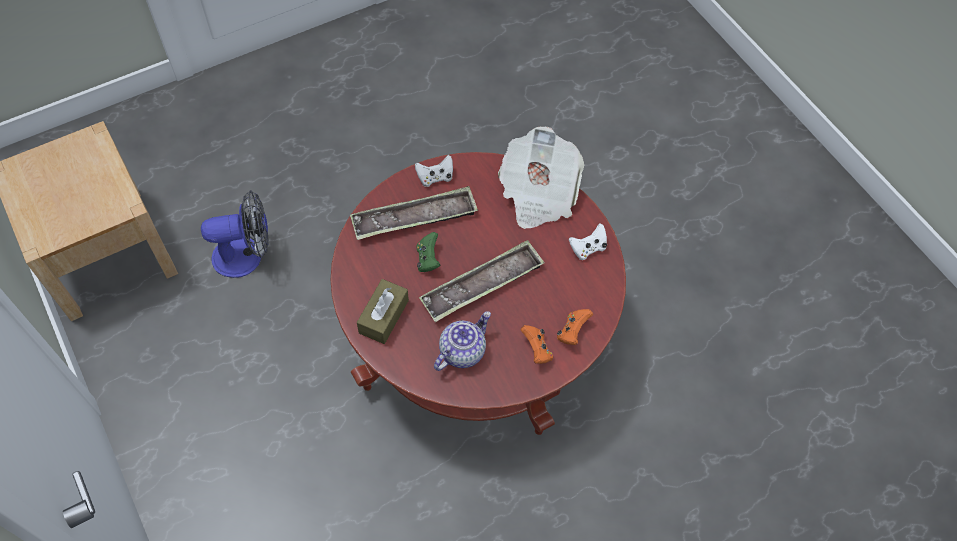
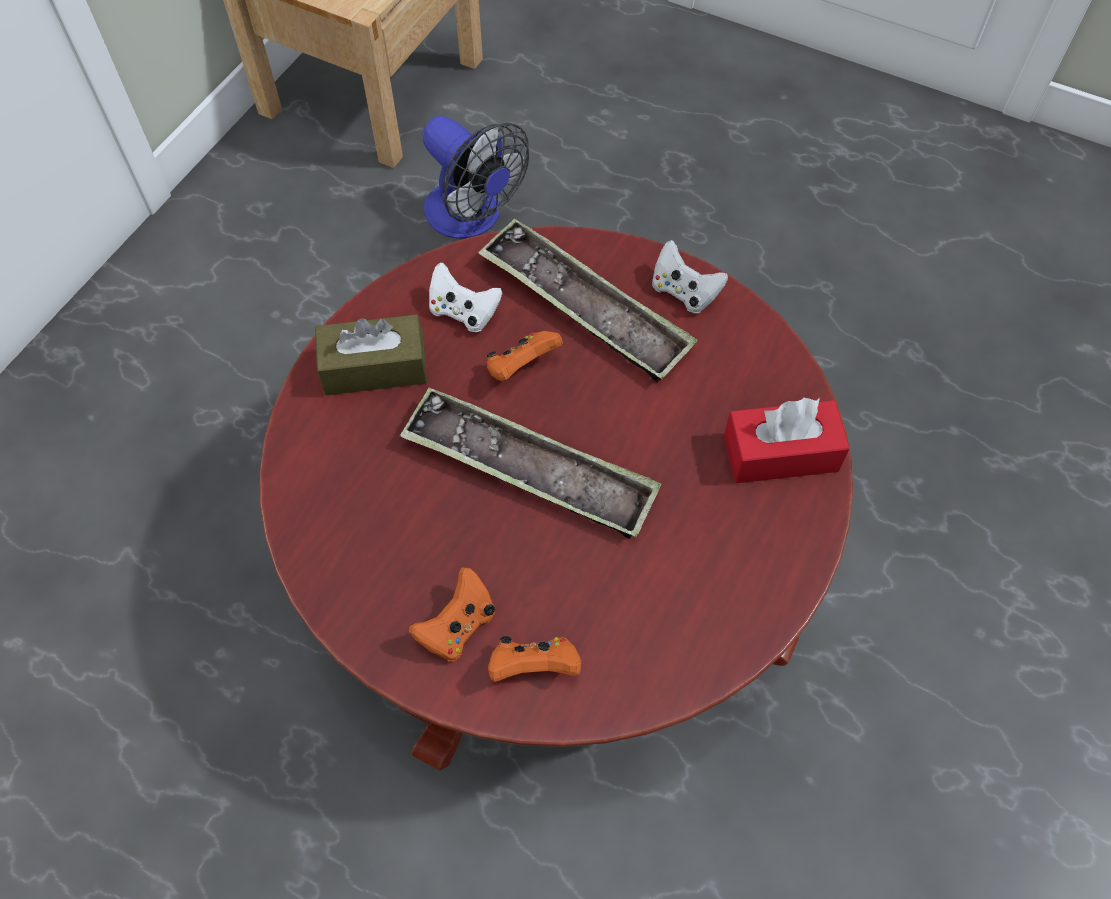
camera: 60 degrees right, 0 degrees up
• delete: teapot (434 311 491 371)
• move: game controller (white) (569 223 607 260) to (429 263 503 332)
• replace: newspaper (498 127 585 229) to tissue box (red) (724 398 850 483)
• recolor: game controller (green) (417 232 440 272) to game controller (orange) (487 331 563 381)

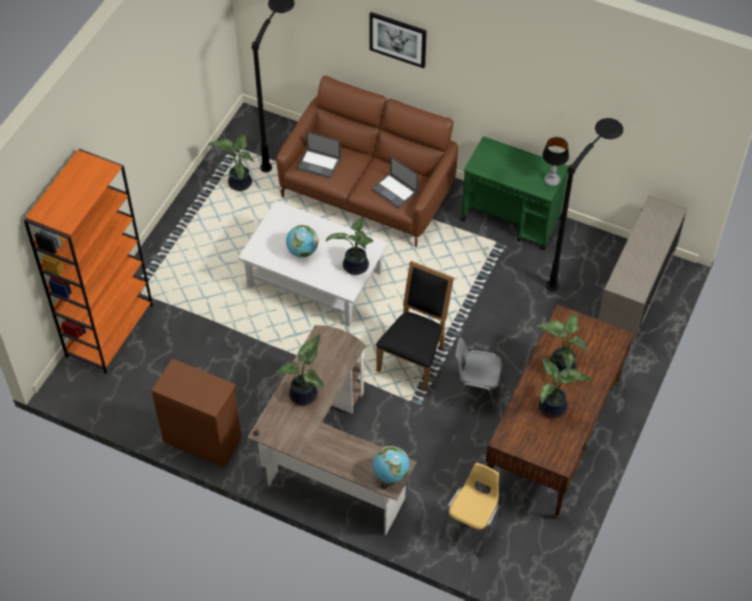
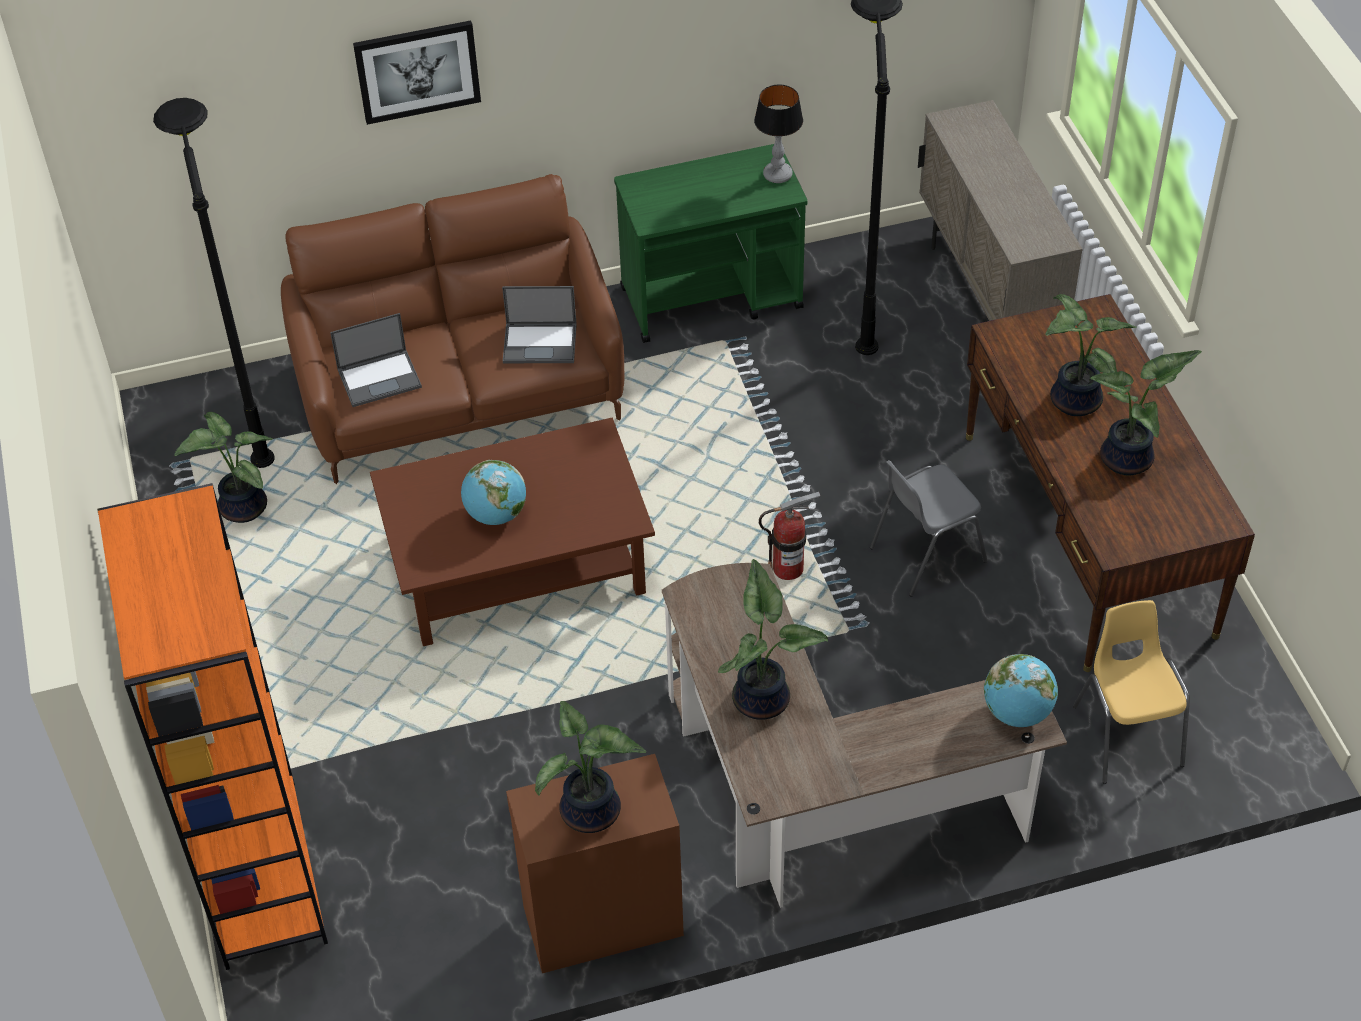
camera: 40 degrees left, 5 degrees down
• move: potted plant (326 217 373 275) to (535 701 646 833)
• replace: chair (black) (376 261 454 392) to fire extinguisher (759 492 820 580)
• recolor: coffee table (white) (238 201 388 327) to coffee table (brown) (370 418 655 646)

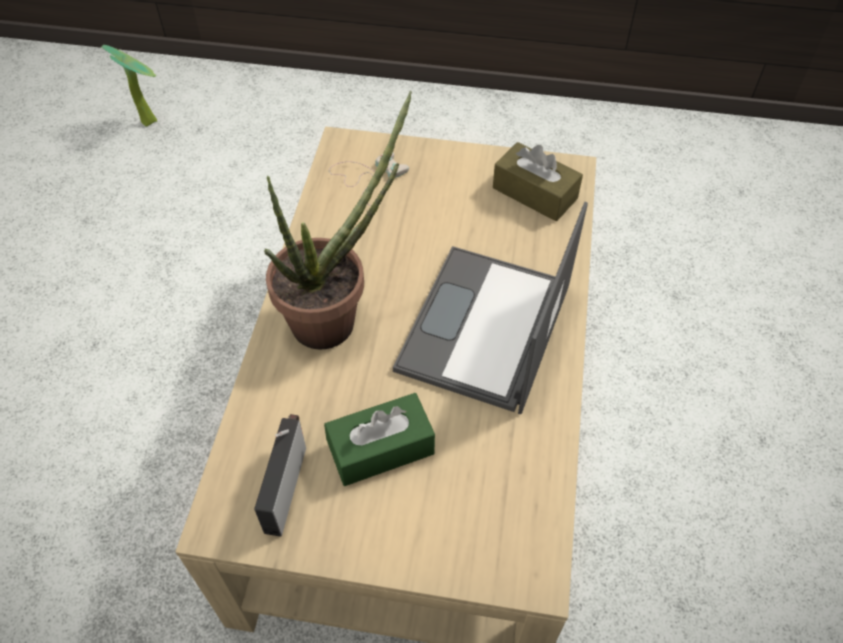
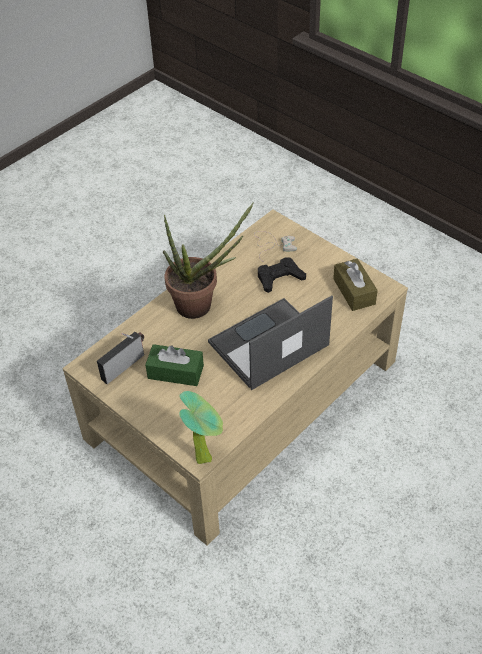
camera: 35 degrees right, 5 degrees down
• insert: game controller (black) (258 257 306 293)
• move: potted plant (101 45 157 126) to (179 391 223 464)

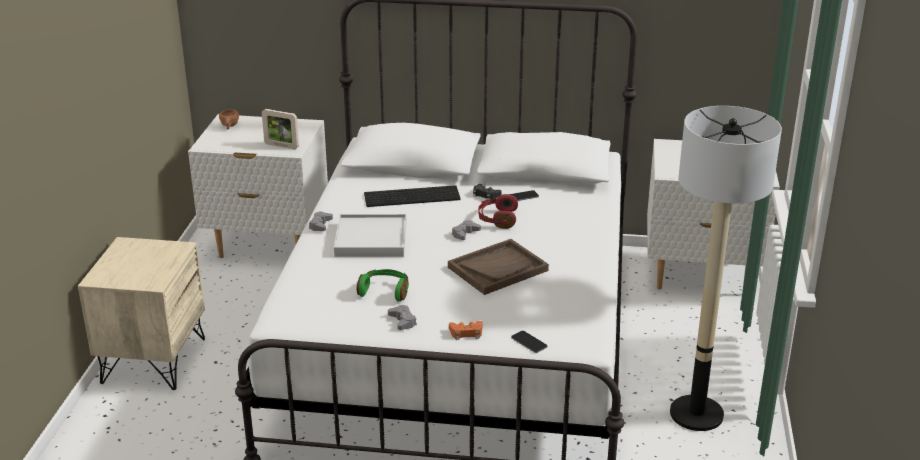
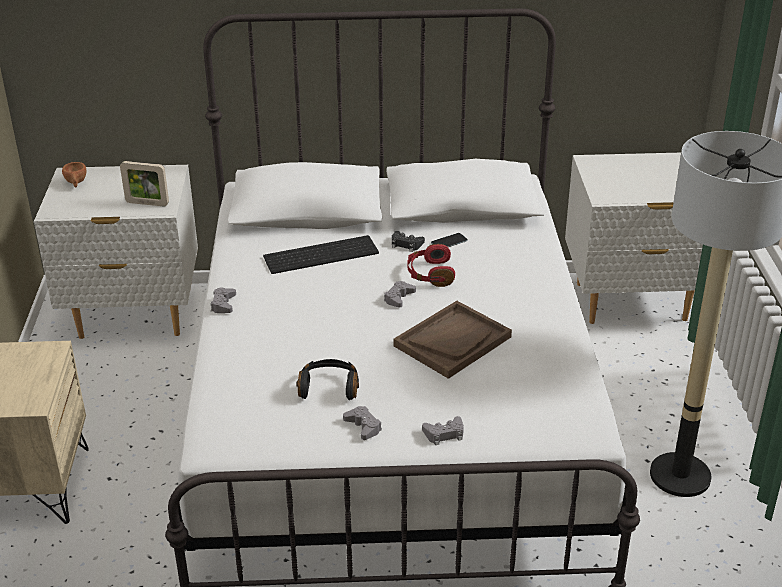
camera: 10 degrees left, 5 degrees up
• delete: tray (white) (334 214 406 257)
• delete: phone (511 331 548 353)
• recolor: headphones (green) (357 269 409 301) to headphones (black) (297 359 359 400)
• recolor: game controller (orange) (449 321 483 340) to game controller (grey) (422 416 464 445)

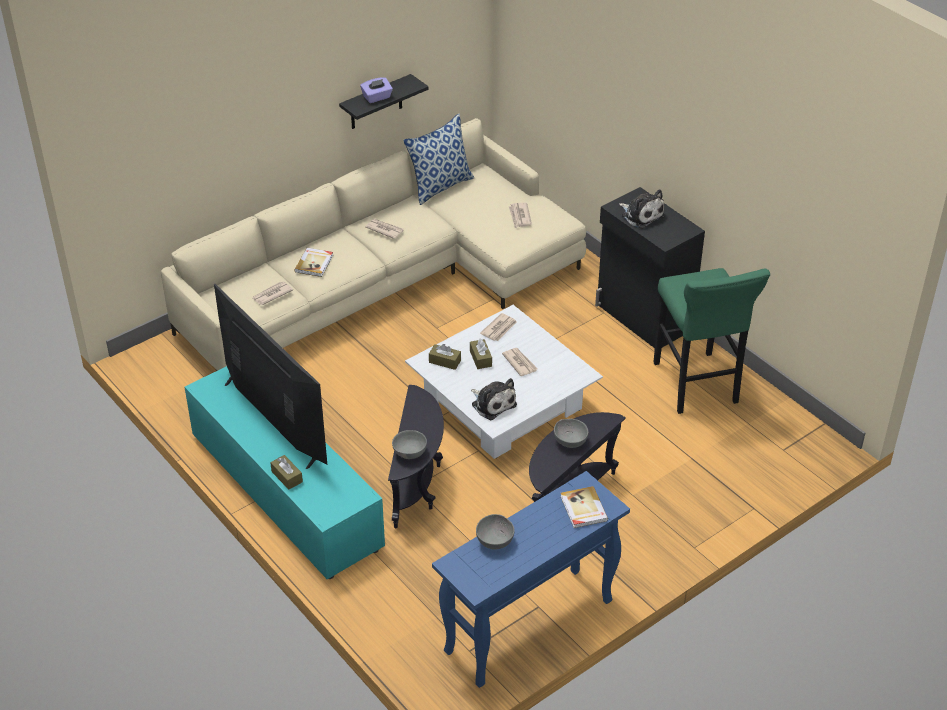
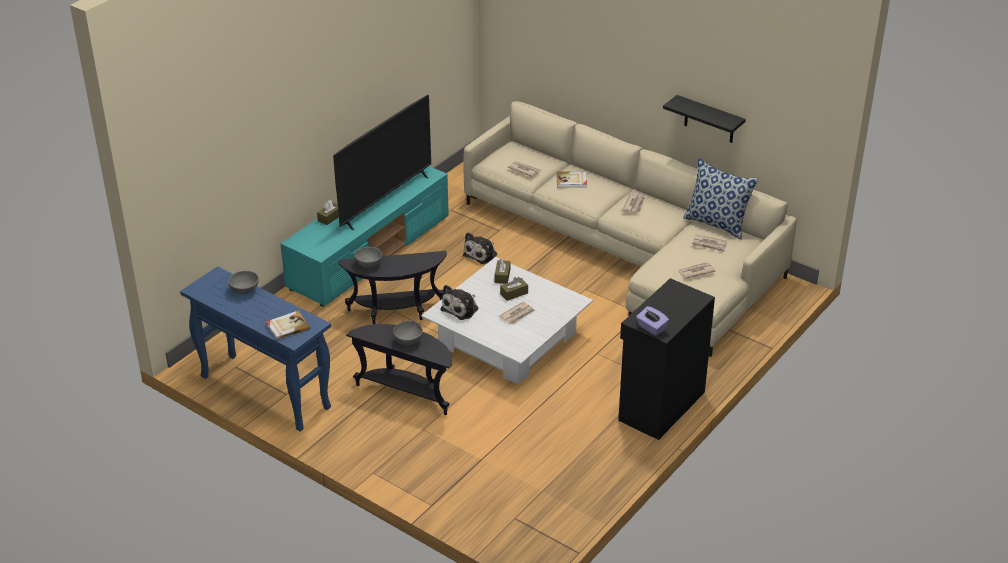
camera: 75 degrees right, 5 degrees down
• delete: stool (green) (653 268 770 414)
• move: tissue box (purple) (360 77 393 103) to (636 306 669 336)
• move: newspaper (480 313 517 341) to (692 234 727 252)
• move: plush toy (619 189 665 229) to (463 232 497 264)

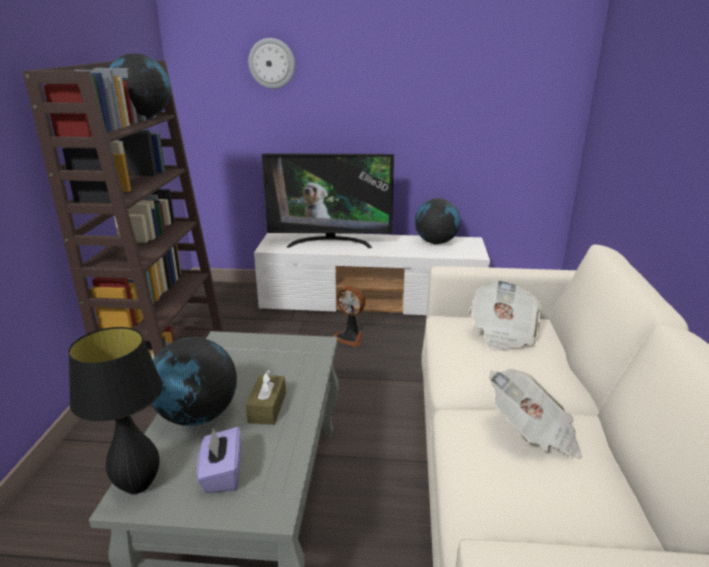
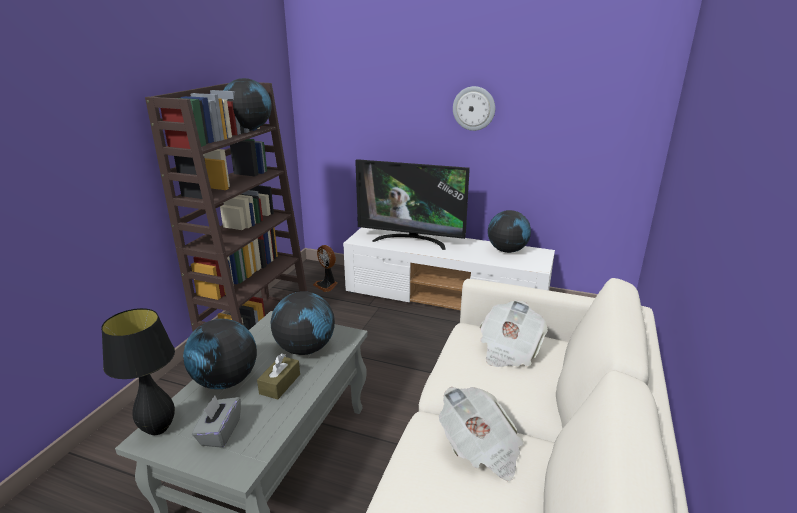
camera: 15 degrees right, 0 degrees up
• insert: globe (271 291 335 355)
• move: wall clock (248 38 295 89) to (453 86 495 131)
• move: fan (333 286 365 347) to (313 245 338 292)
• recolor: tissue box (purple) (197 427 241 493) to tissue box (grey) (192 396 241 448)

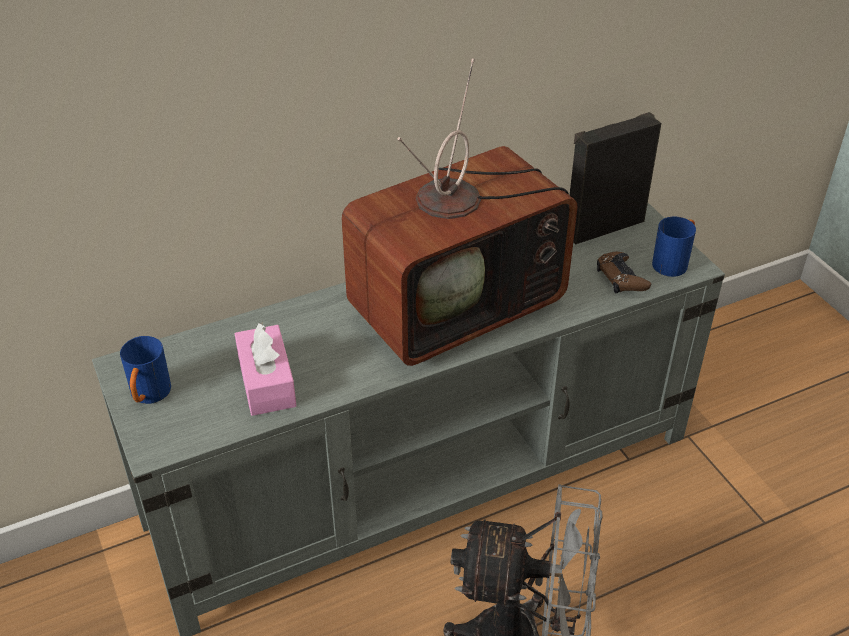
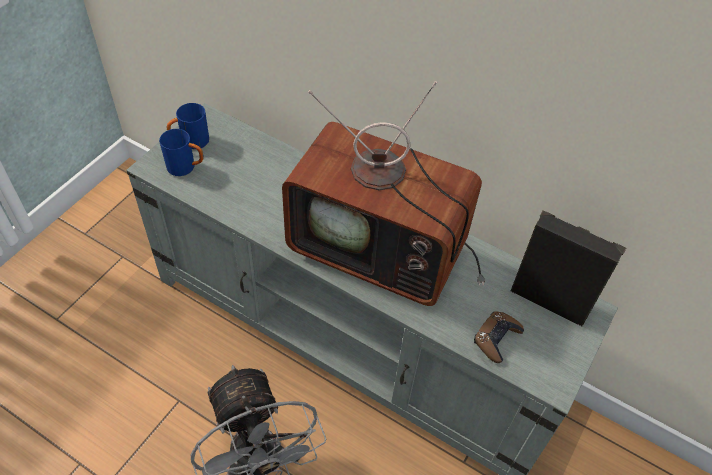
camera: 55 degrees right, 10 degrees up
• delete: tissue box (pink) (235 322 297 416)
• move: mug (blue) (652 216 696 277) to (159 129 204 176)

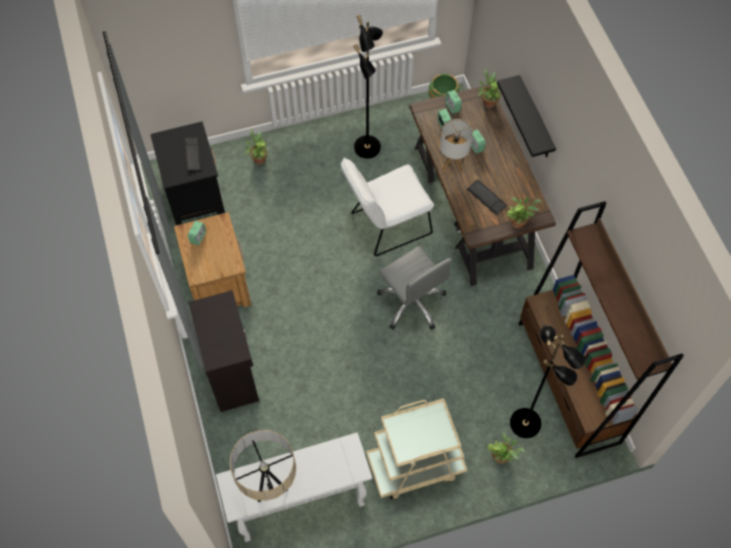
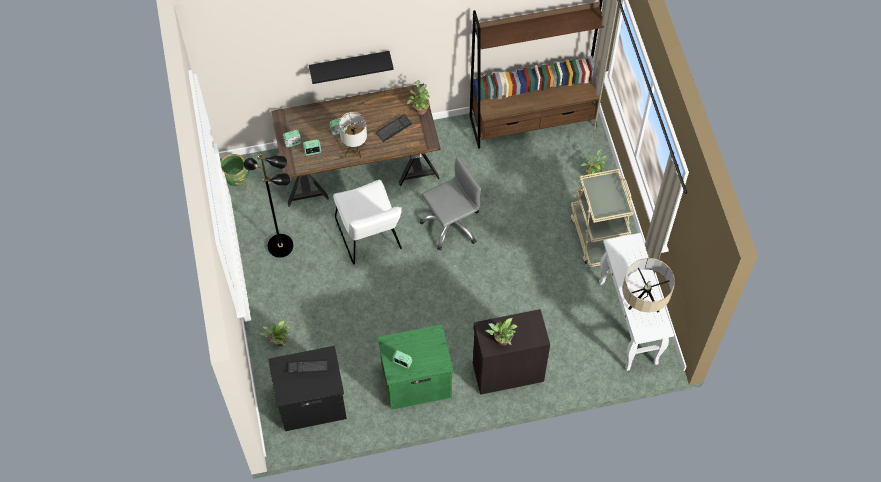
camera: 85 degrees left, 0 degrees up
• delete: floor lamp (black) (510 326 586 438)
• move: potted plant (478 69 501 108) to (486 318 518 346)
• recolor: nightstand (brown) (174 212 251 308) to nightstand (green) (377 324 454 410)

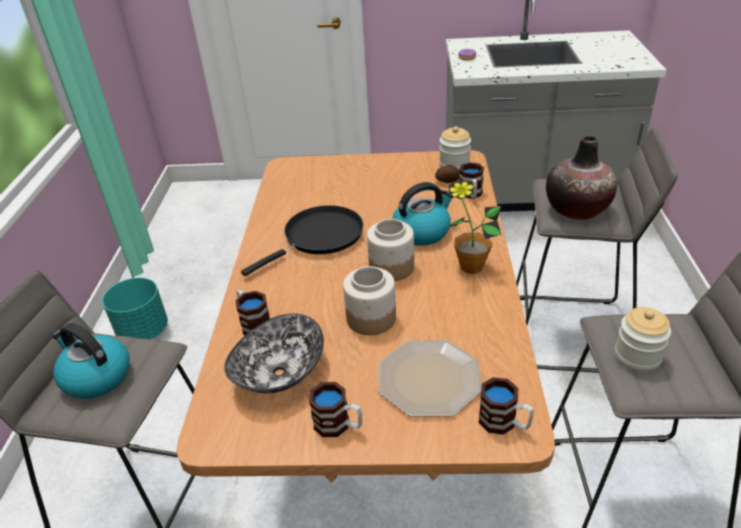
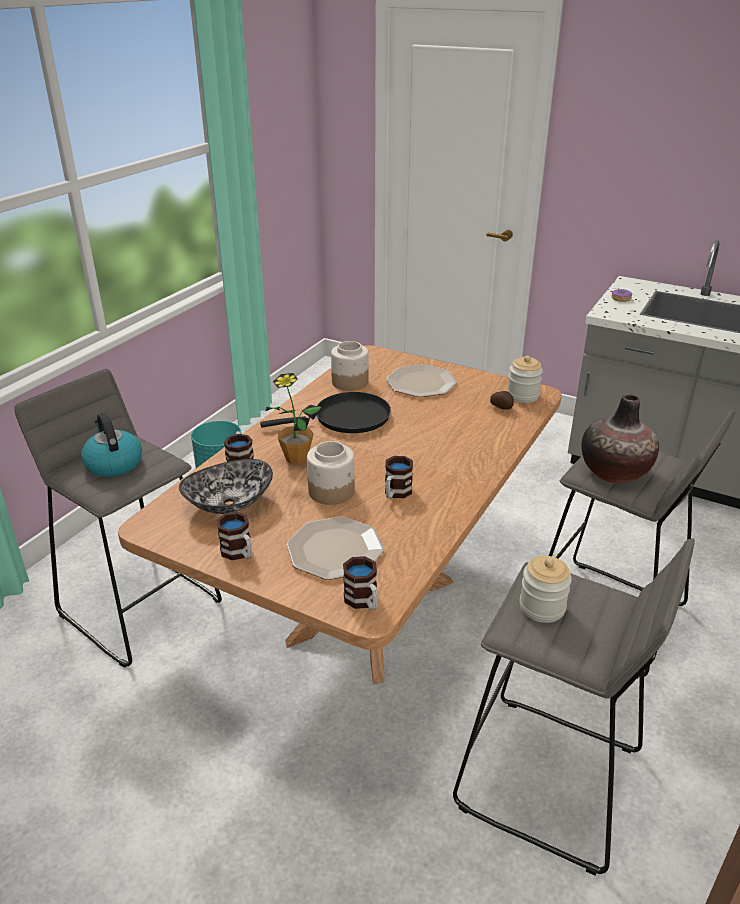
camera: 25 degrees right, 5 degrees down
• delete: kettle (392 182 454 246)
• insert: plate (386 364 457 397)
• move: jar (367 219 414 281) to (331 341 369 391)
• move: potted plant (449 180 501 274) to (266 373 322 465)
• move: mug (459 162 484 199) to (385 456 413 498)

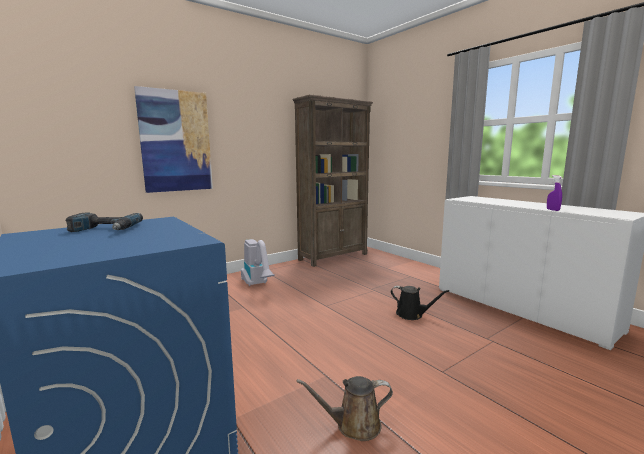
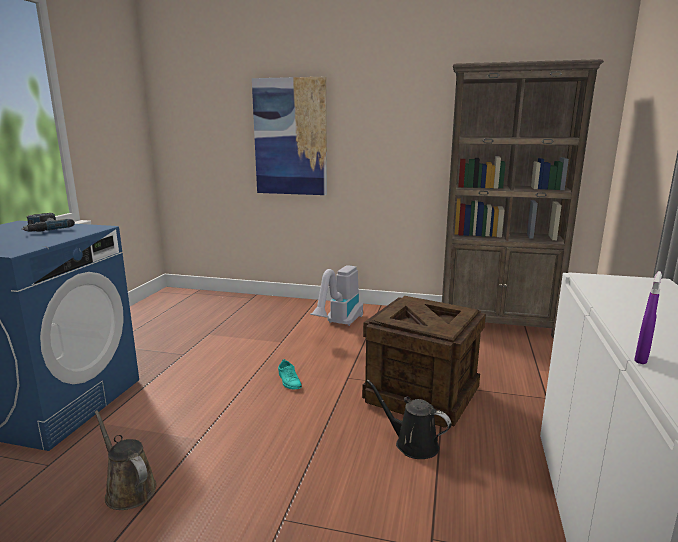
camera: 50 degrees right, 5 degrees up
• insert: shoe (turquoise) (278 359 302 389)
• insert: crate (362 296 486 428)
• rotate: watering can (black) (391 286 449 320) = (366 380 451 459) 135 degrees clockwise

